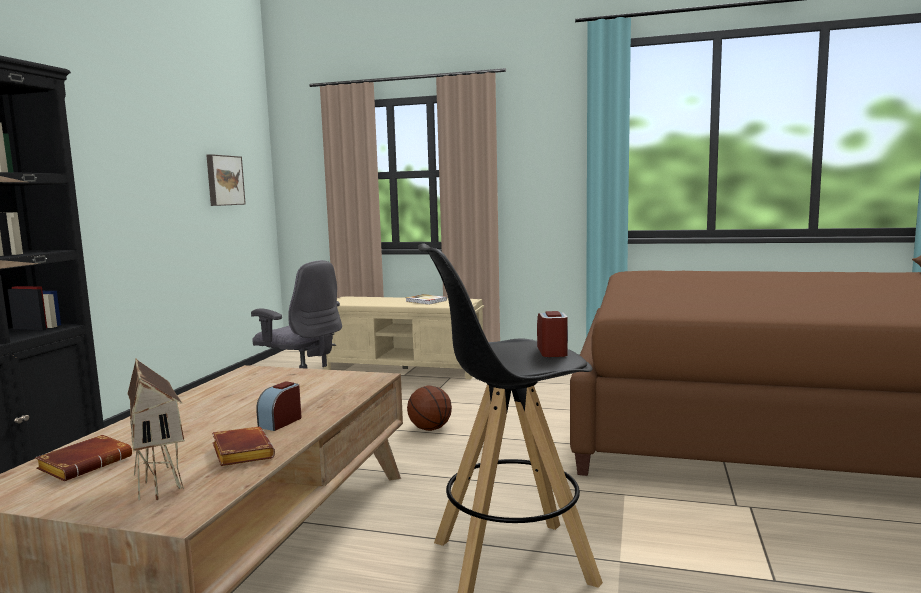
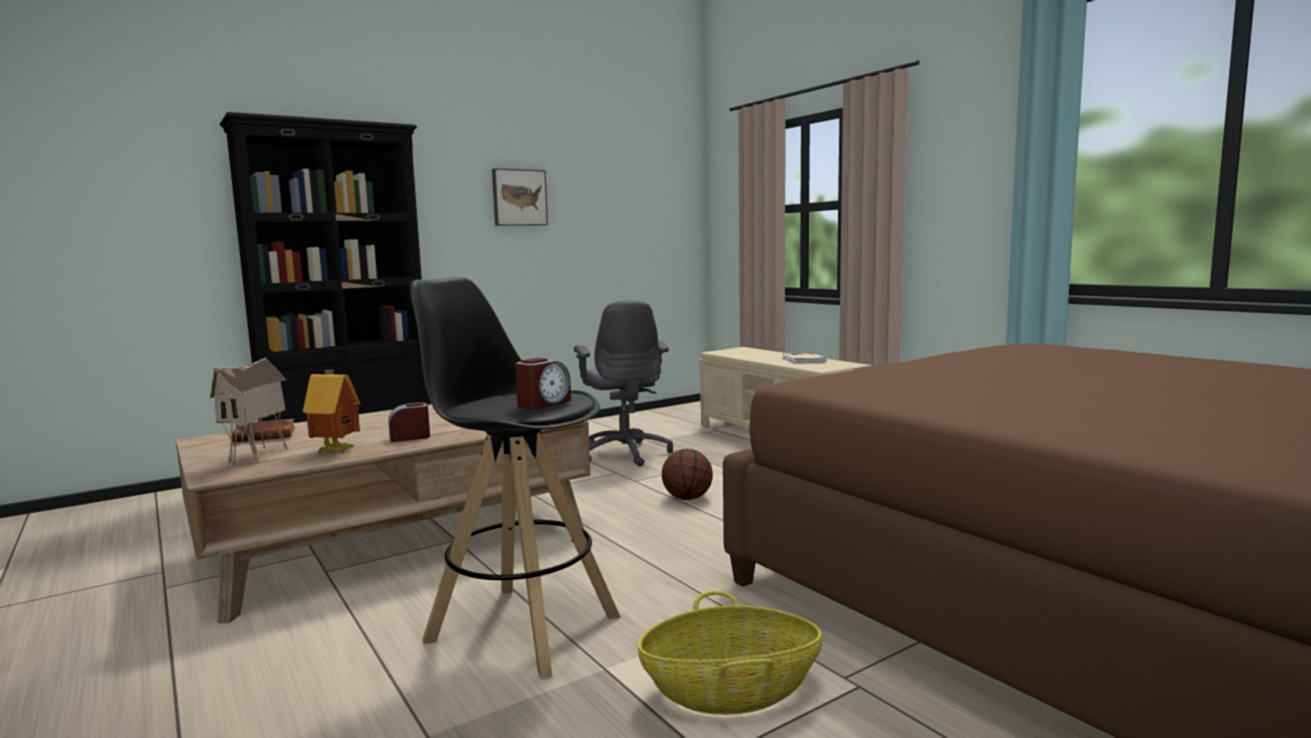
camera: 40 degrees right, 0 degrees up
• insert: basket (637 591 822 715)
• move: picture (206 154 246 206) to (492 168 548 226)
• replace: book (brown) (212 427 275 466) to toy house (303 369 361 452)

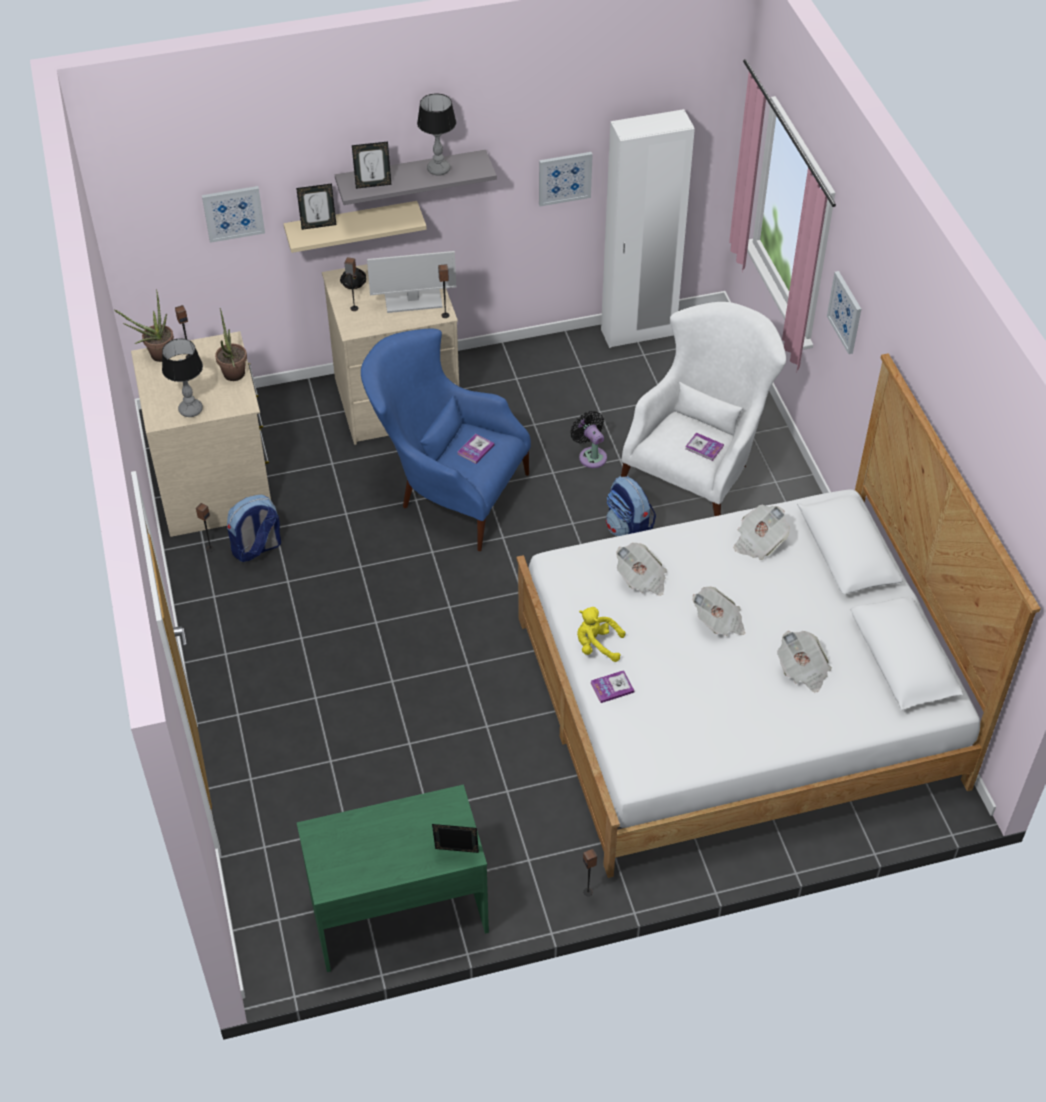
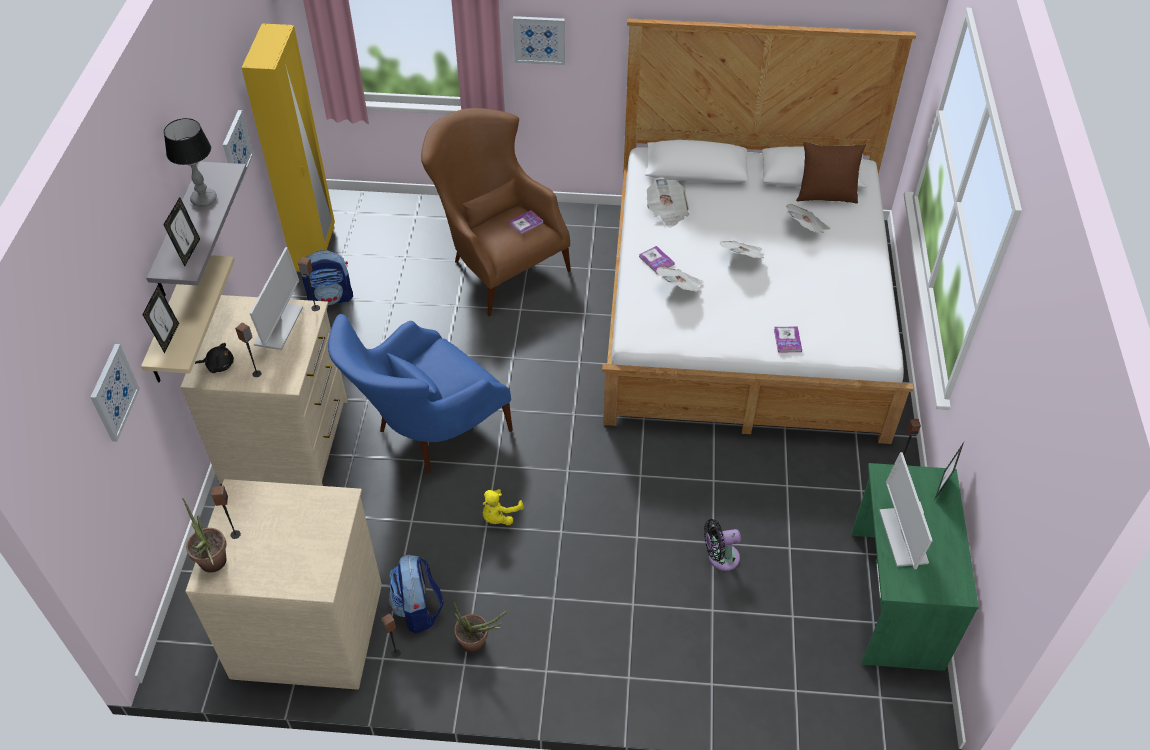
camera: 70 degrees left, 0 degrees up
• delete: table lamp (162 338 203 417)
• insert: pillow (brown) (796 142 866 204)
• insert: monitor (879 452 933 569)
• move: potted plant (215 308 247 381) to (454 602 508 653)
• move: book (457 434 495 464) to (639 246 675 273)
• move: fan (black) (570 411 607 468) to (704 519 741 571)
• move: plush toy (yellow) (577 607 626 662) to (483 489 524 525)
• move: backpack (606 476 656 536) to (302 250 353 305)
• recolor: wardrobe (white) (601 109 695 348) to wardrobe (yellow) (241 23 335 272)
• recolor: armchair (white) (621 302 786 516) to armchair (brown) (421 108 571 316)

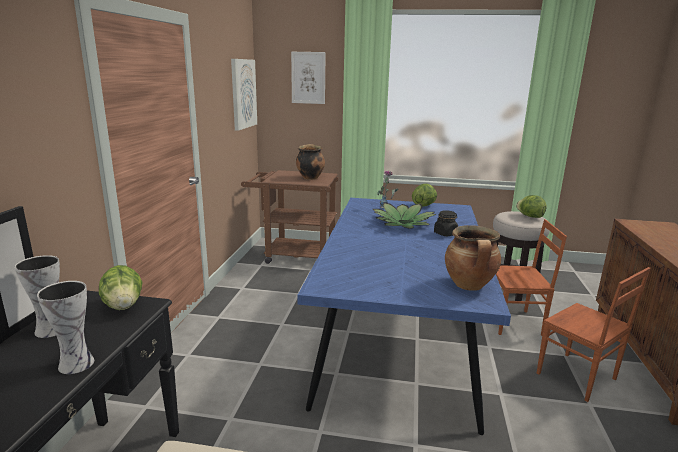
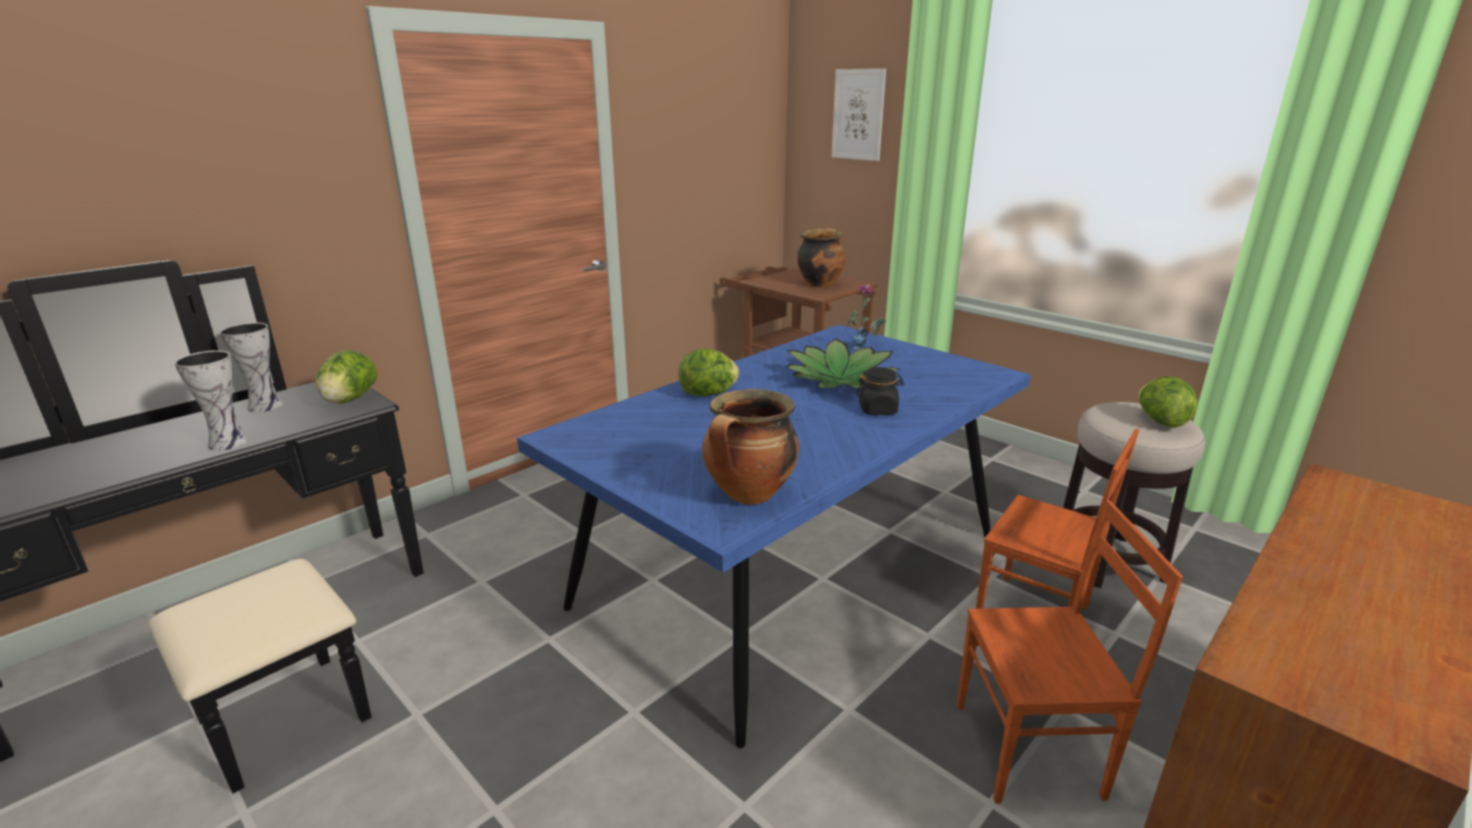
camera: 35 degrees right, 5 degrees up
• delete: picture (231 59 257 131)
• move: lettuce (412 184 437 207) to (679 349 739 396)
• rotate: chair (brown) (536 267 651 402) = (957 500 1183 804) 90 degrees counterclockwise

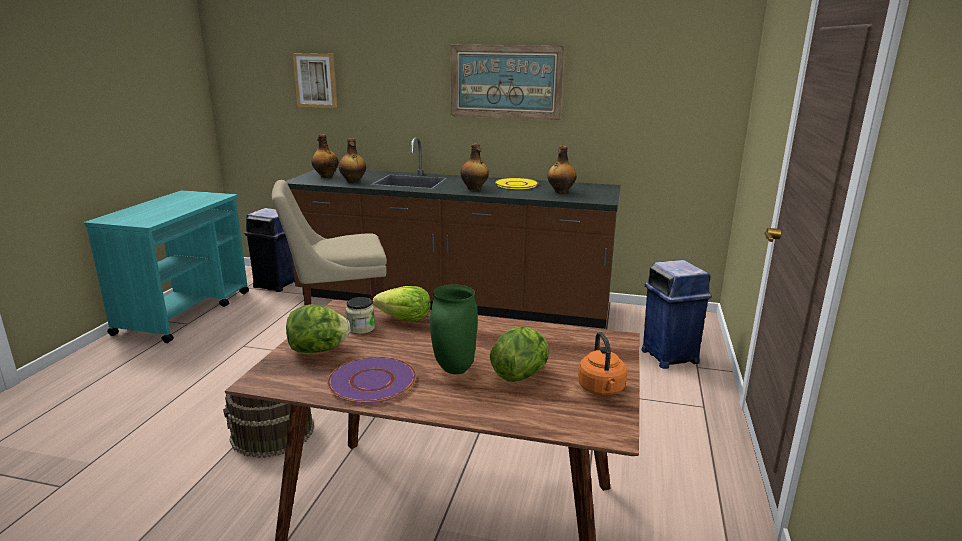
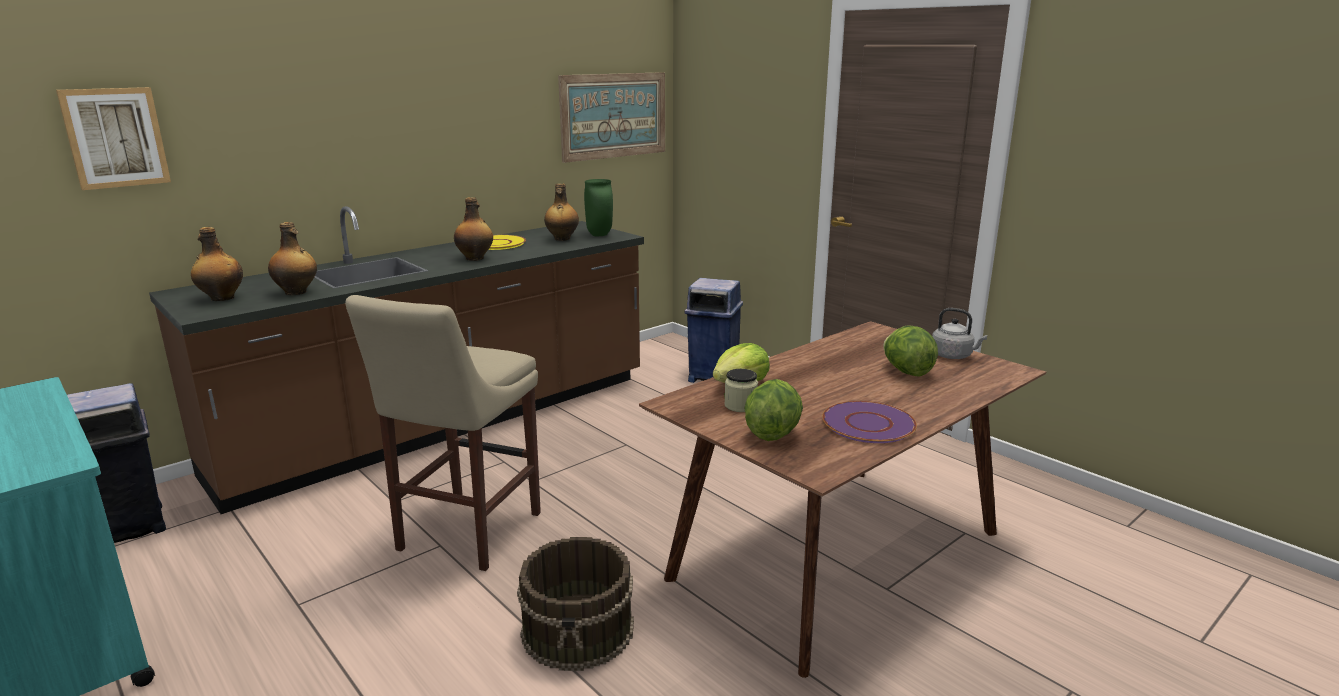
camera: 55 degrees left, 0 degrees up
• move: vase (green) (430 285 478 374) to (584 179 613 236)
• move: picture (450 45 565 120) to (558 72 665 163)
• recolor: kettle (orange) (578 332 627 396) to kettle (grey) (932 308 987 359)

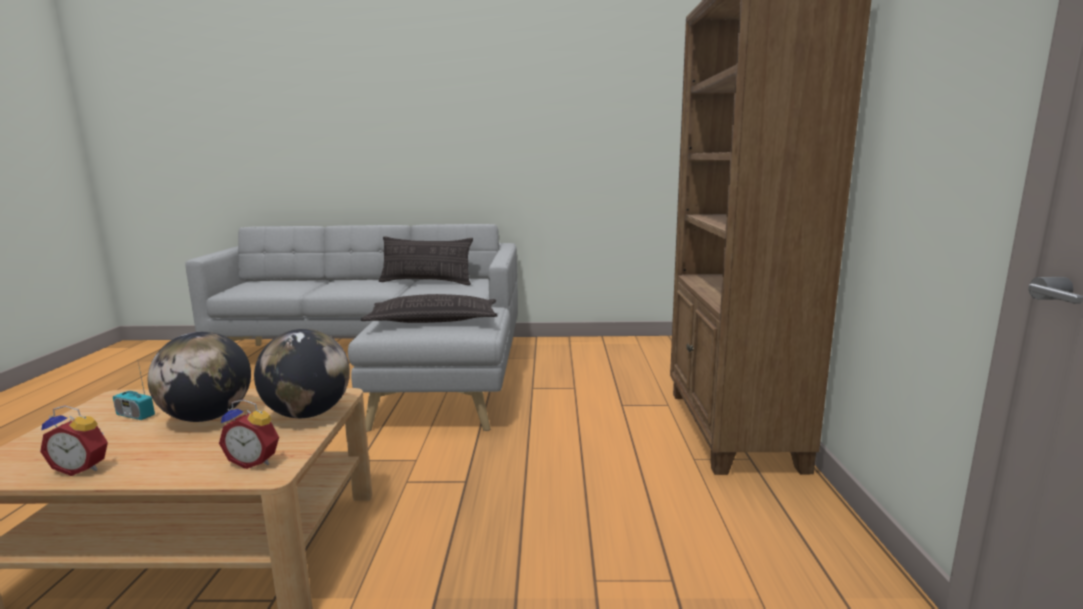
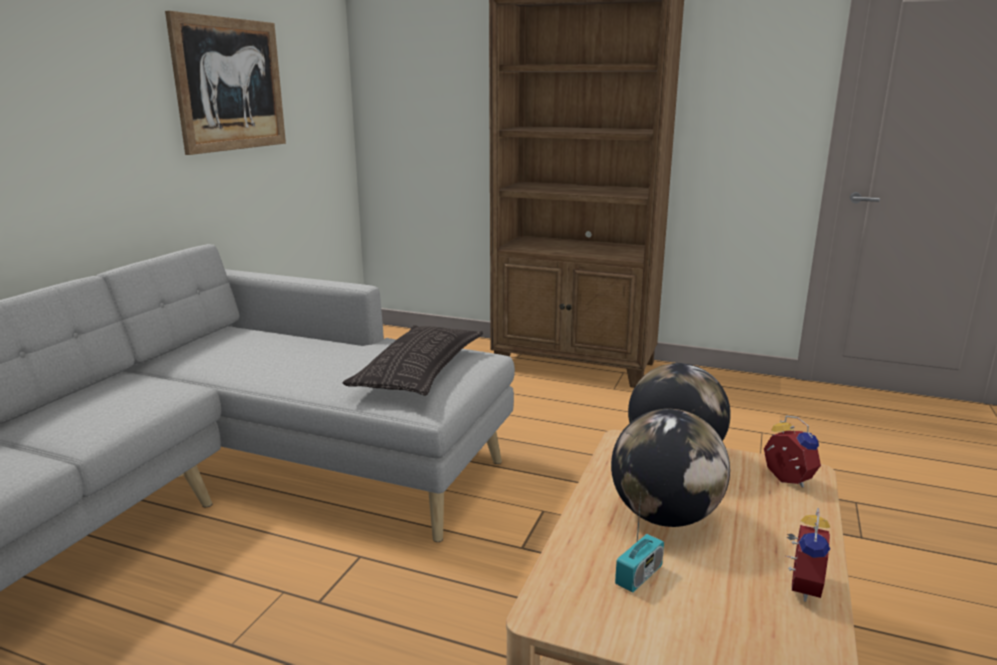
camera: 70 degrees left, 5 degrees up
• delete: pillow (379 236 473 285)
• insert: picture (165 11 286 155)
• rotate: alarm clock (219 399 279 469) = (764 415 821 487) 60 degrees counterclockwise

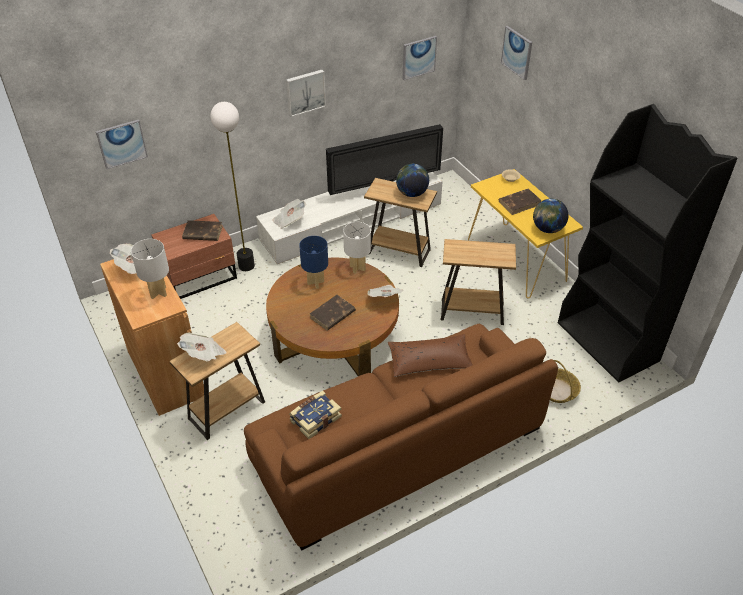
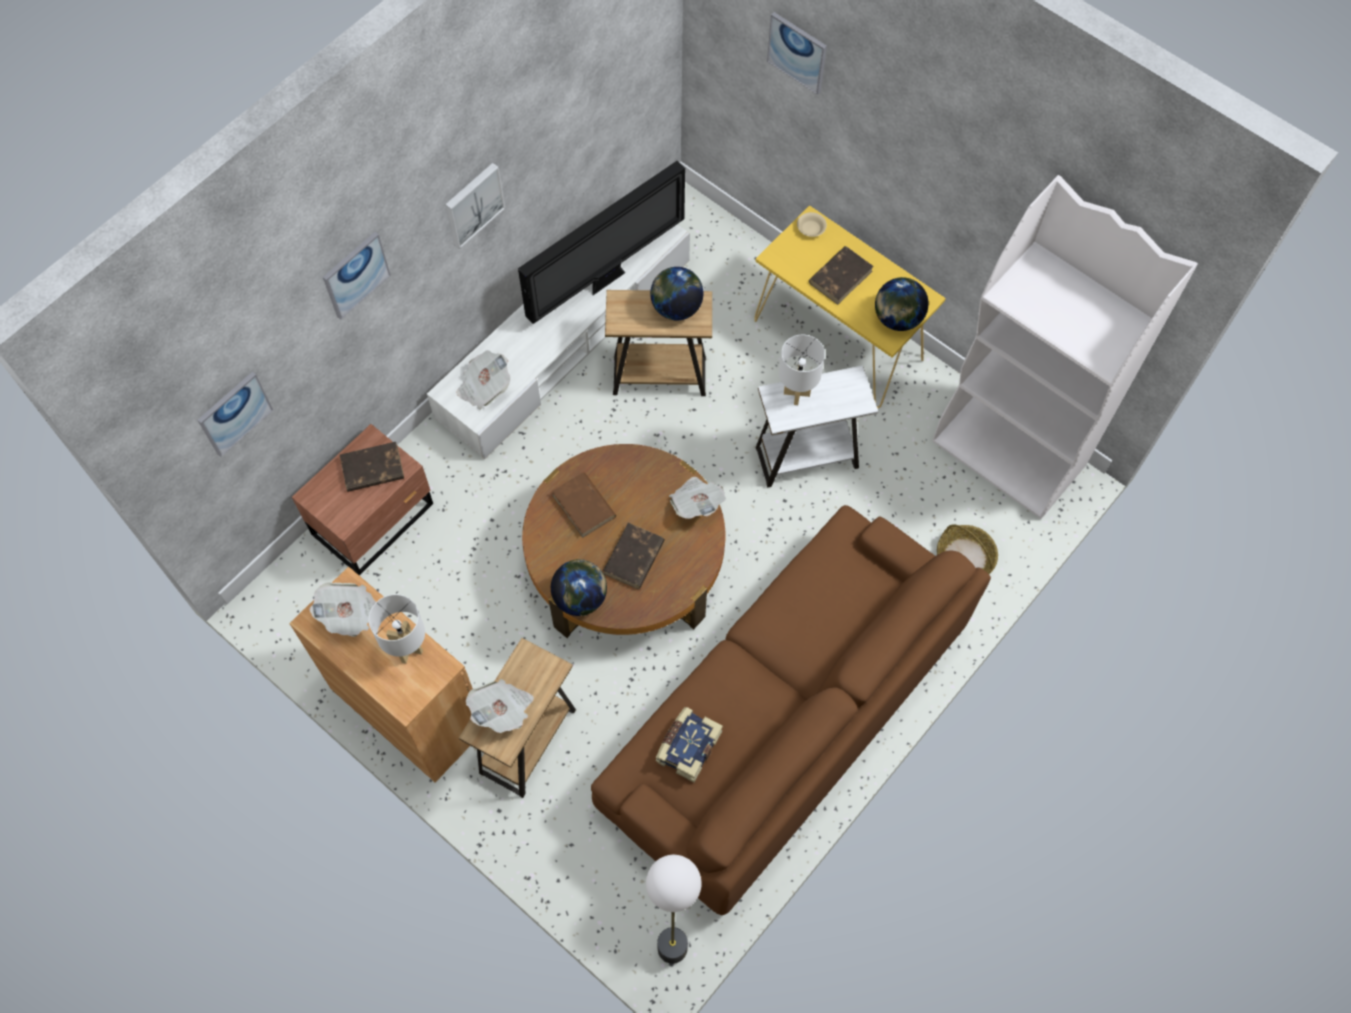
camera: 20 degrees left, 20 degrees up
• delete: pillow (brown) (388 334 472 377)
• insert: globe (551 559 607 616)
• move: floor lamp (210 102 255 271) to (646 855 701 964)
• move: table lamp (white) (343 222 371 273) to (779 335 825 405)
• move: picture (403 36 437 80) to (323 232 391 320)
• replace: table lamp (blue) (299 236 328 289) to book (brown) (551 472 616 538)
• recolor: side table (brown) (441 239 516 325) to side table (white) (756 365 878 488)
• recolor: bookcase (black) (558 104 737 382) to bookcase (white) (932 175 1198 519)

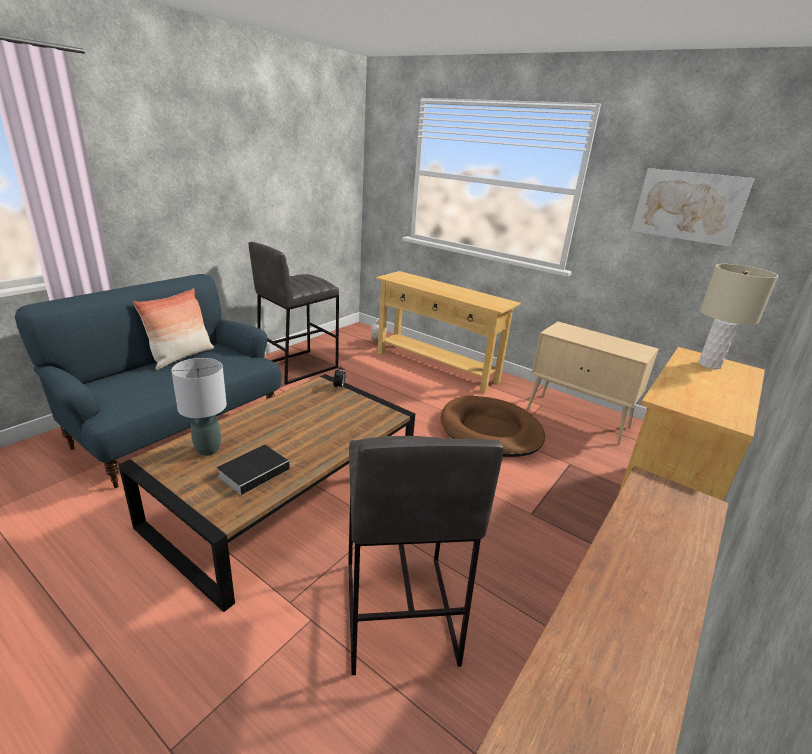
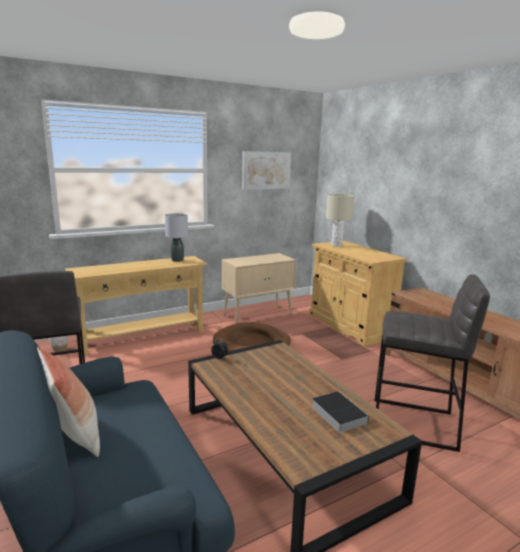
camera: 65 degrees left, 10 degrees down
• move: table lamp (grey) (171 358 227 456) to (165 213 188 262)

